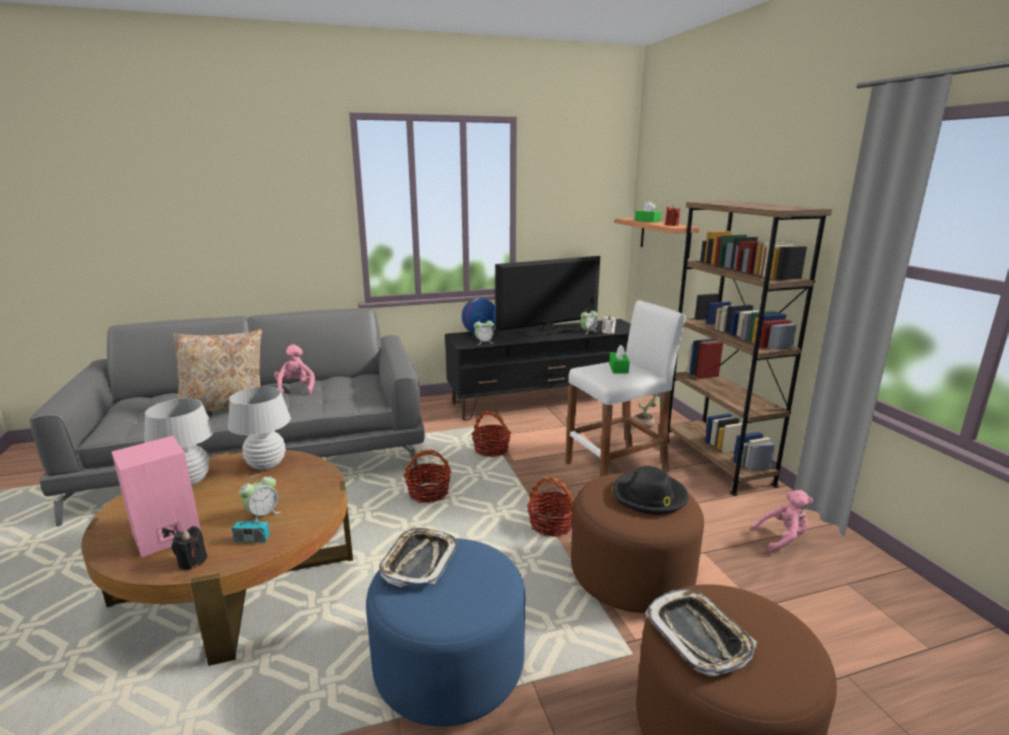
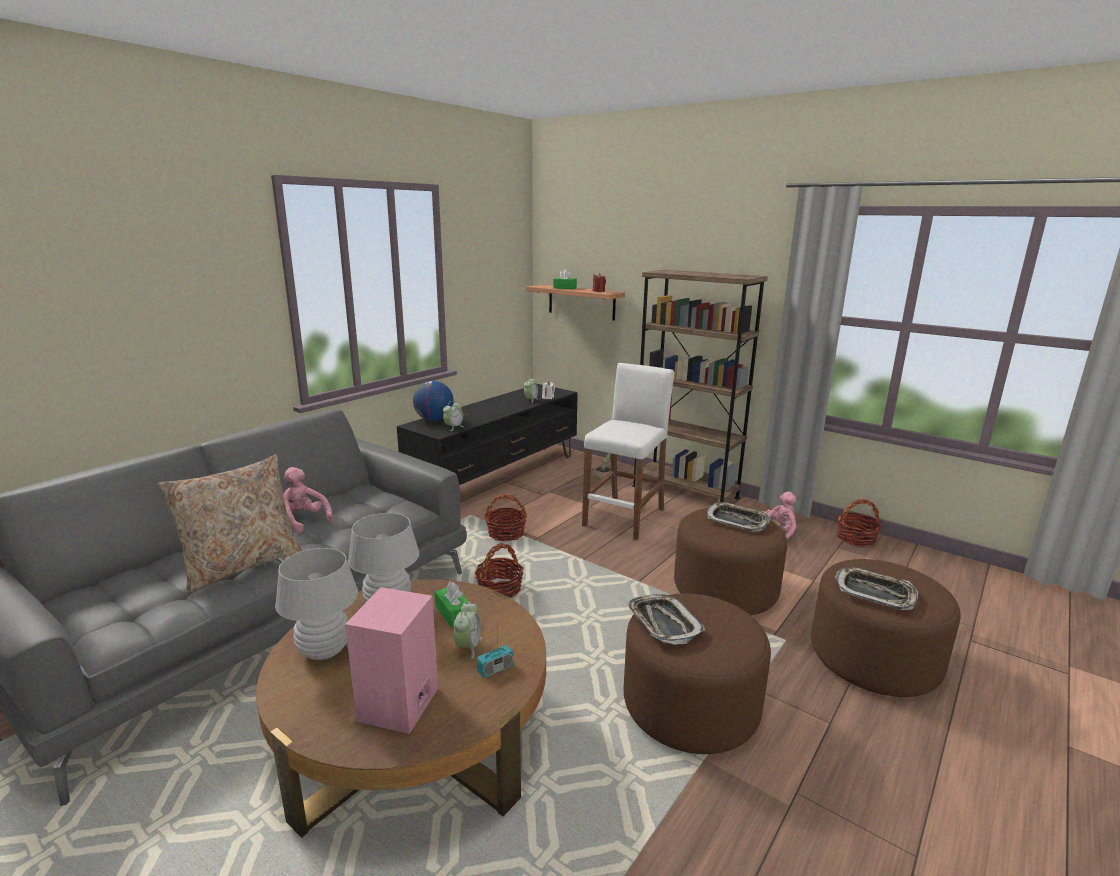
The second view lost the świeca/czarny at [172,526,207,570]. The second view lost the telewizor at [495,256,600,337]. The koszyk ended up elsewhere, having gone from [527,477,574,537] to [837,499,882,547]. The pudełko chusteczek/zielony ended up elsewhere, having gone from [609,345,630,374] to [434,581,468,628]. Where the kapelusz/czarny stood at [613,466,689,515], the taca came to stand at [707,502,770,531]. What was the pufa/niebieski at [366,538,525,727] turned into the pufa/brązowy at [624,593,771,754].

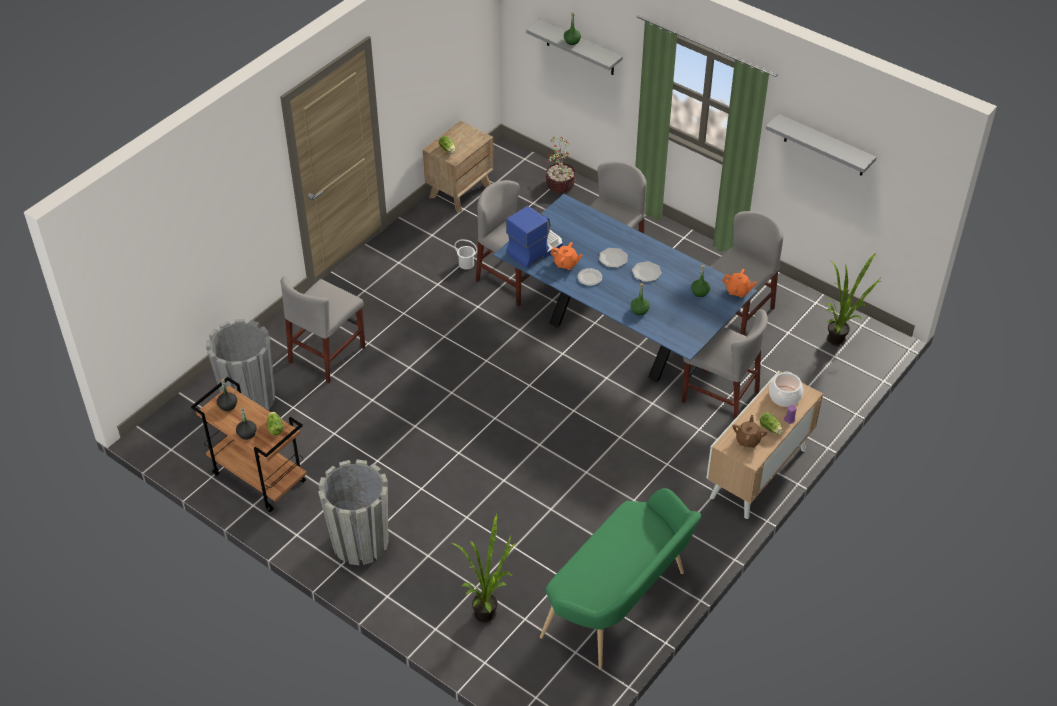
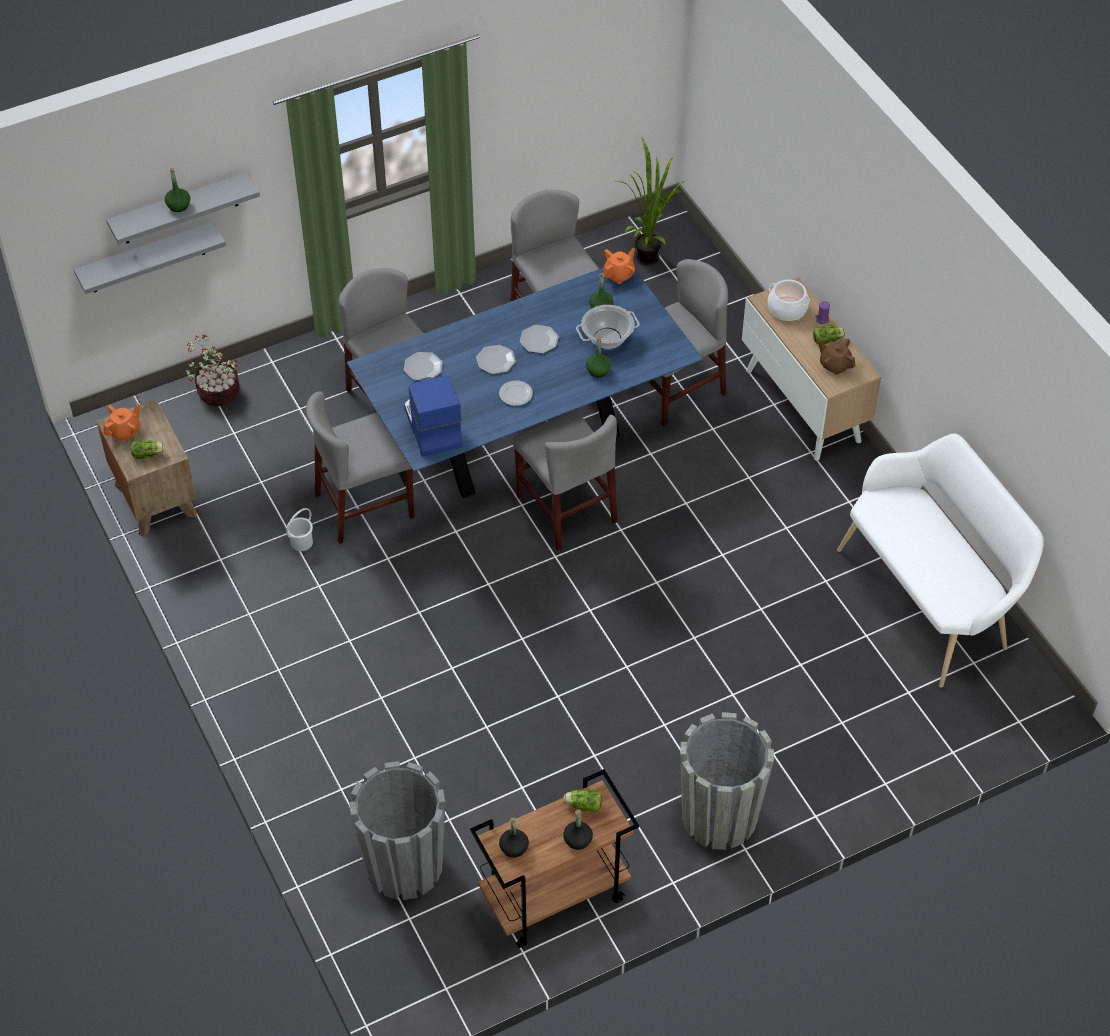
The second view lost the roślina doniczkowa at [450,514,517,623]. The second view gained the talerz at [404,352,443,380]. The second view gained the garnek at [576,305,640,349]. The krzesło/szary ended up elsewhere, having gone from [281,276,365,384] to [513,410,617,551]. The imbryk/pomarańczowy ended up elsewhere, having gone from [550,242,583,270] to [103,404,140,441]. The półka/szary ended up elsewhere, having gone from [765,114,877,176] to [74,222,226,294]. What was the ławka/zielony at [540,488,701,670] turned into the ławka/biały at [837,433,1044,688].

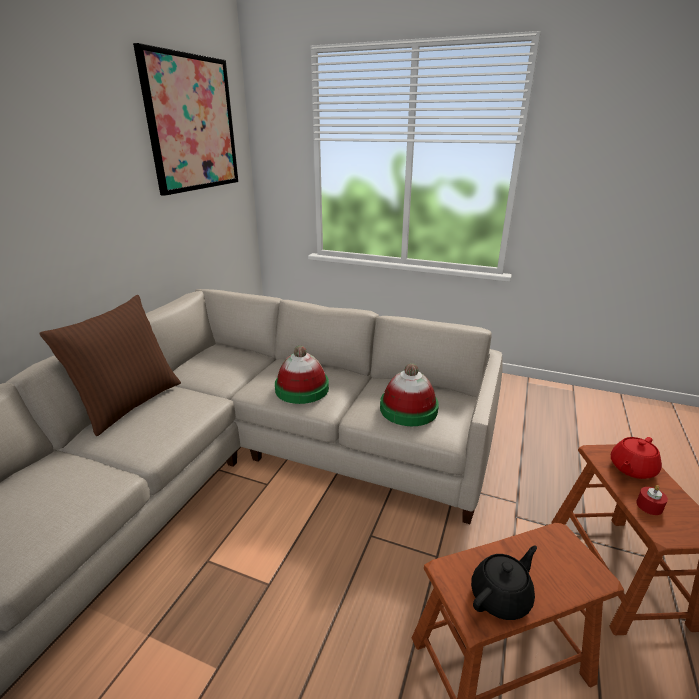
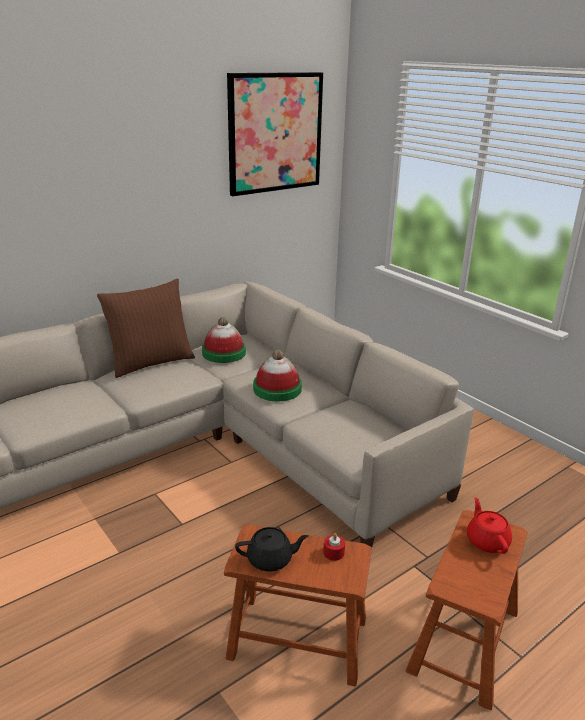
The kapelusz ended up elsewhere, having gone from [380,363,439,426] to [202,317,246,363]. The świeca/czerwony ended up elsewhere, having gone from [636,485,668,515] to [323,533,345,561]. The imbryk/czerwony at [611,437,662,479] ended up facing another way, 90 degrees clockwise from before.

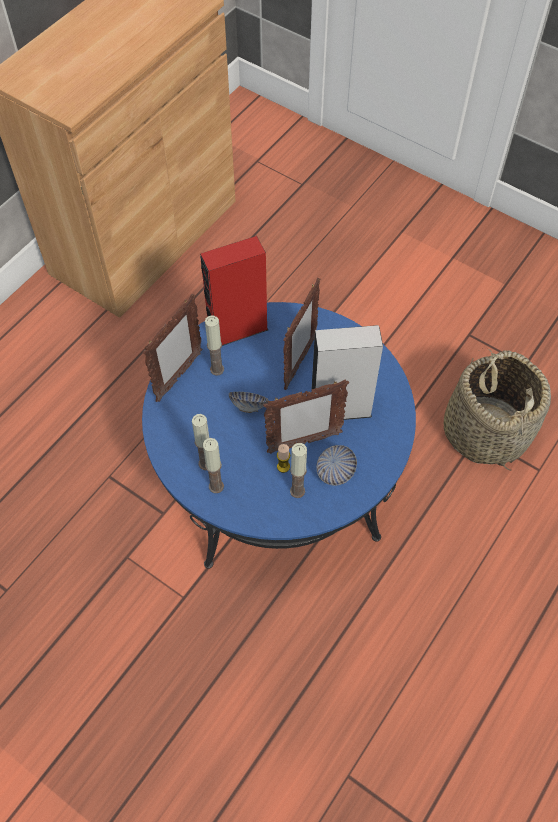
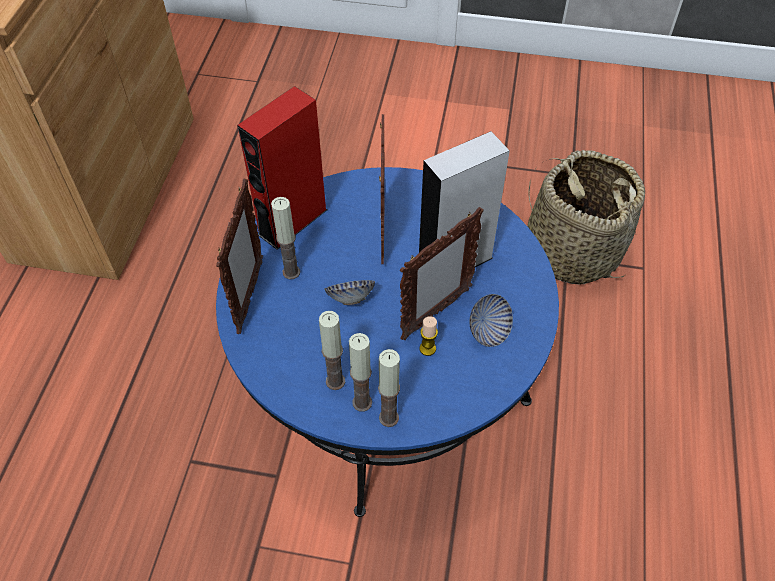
The świeca ended up elsewhere, having gone from [290,443,307,498] to [378,349,400,427].

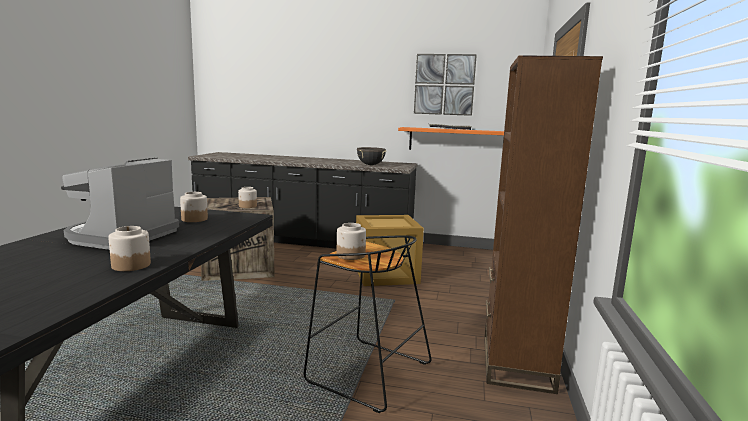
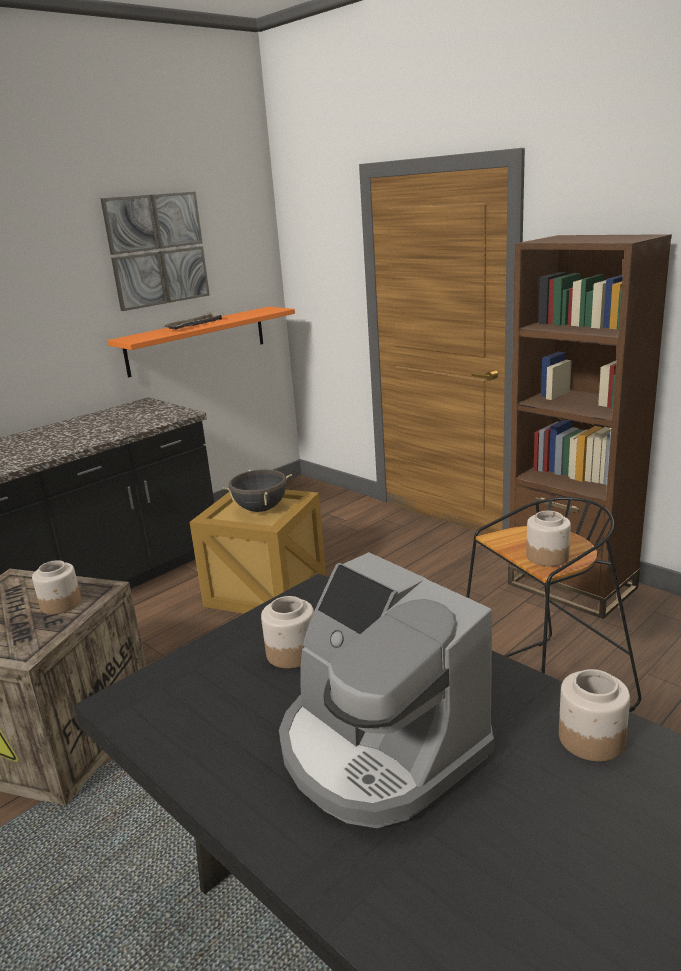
The garnek/czarny ended up elsewhere, having gone from [357,147,386,165] to [222,469,292,512].

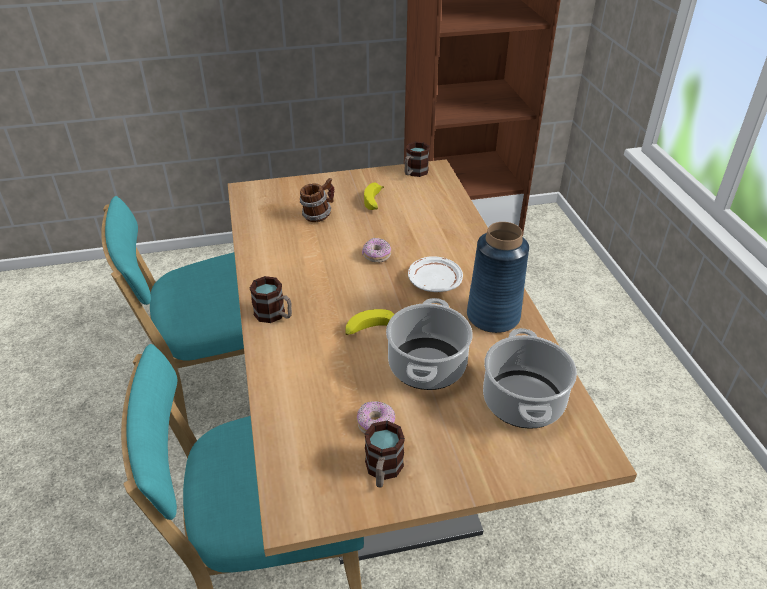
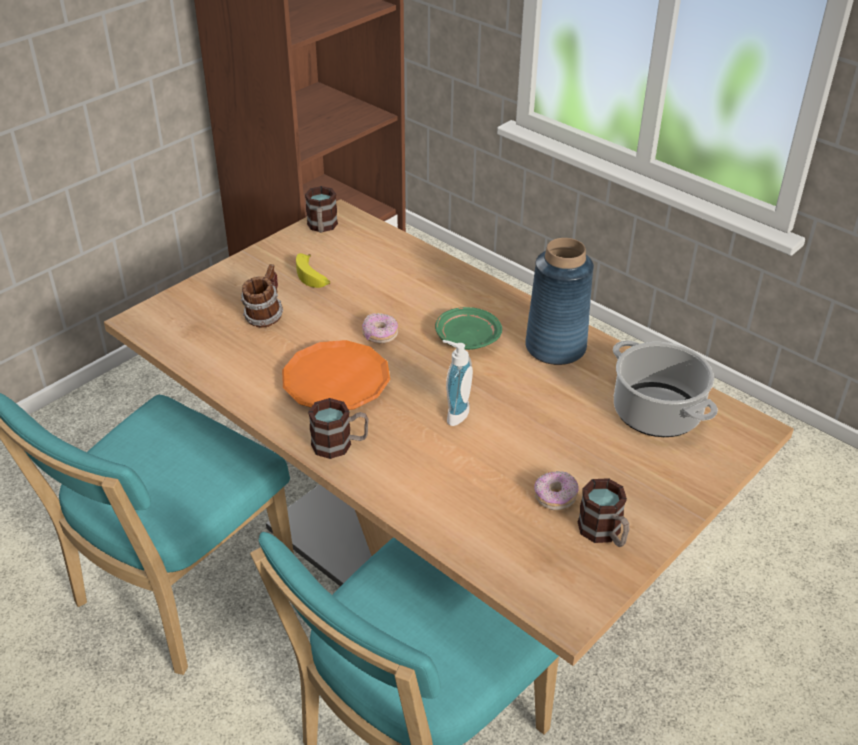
The second view lost the garnek at [386,298,473,390]. The second view gained the talerz/pomarańczowy at [282,340,390,410]. Where the banan stood at [345,309,394,335], the dozownik mydła came to stand at [443,340,473,426]. What was the talerz/biały at [408,256,463,292] turned into the talerz/zielony at [435,307,502,350].

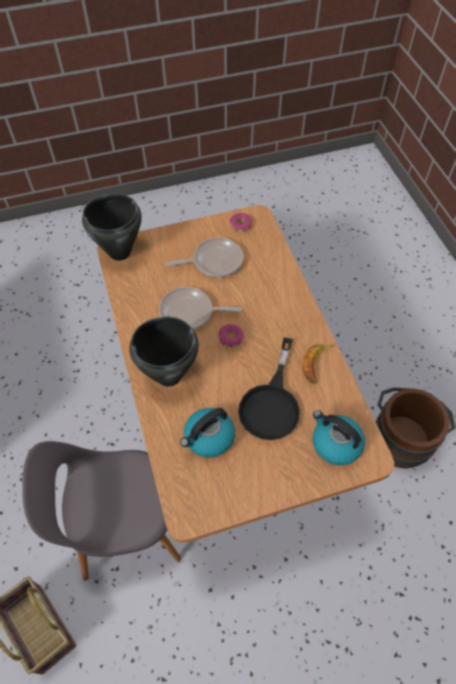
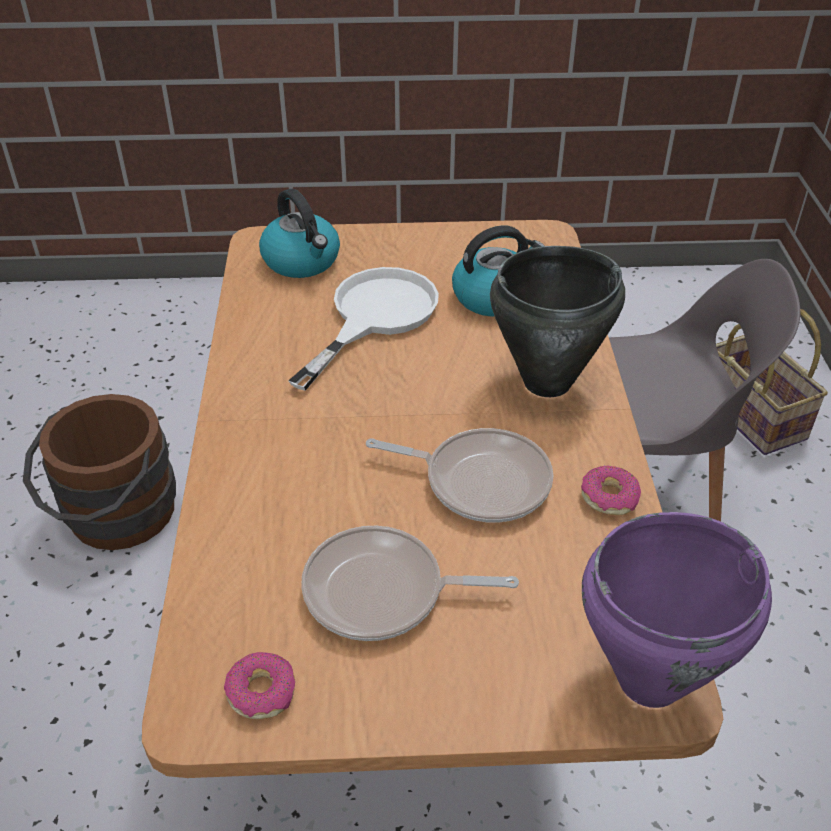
The second view lost the banan at [303,344,333,384]. The donut ended up elsewhere, having gone from [218,324,244,347] to [581,466,641,515]. What was the garnek/czarny at [82,194,142,261] turned into the garnek/fioletowy at [582,512,772,708]. What was the patelnia/czarny at [238,338,300,440] turned into the patelnia/biały at [288,267,439,391].

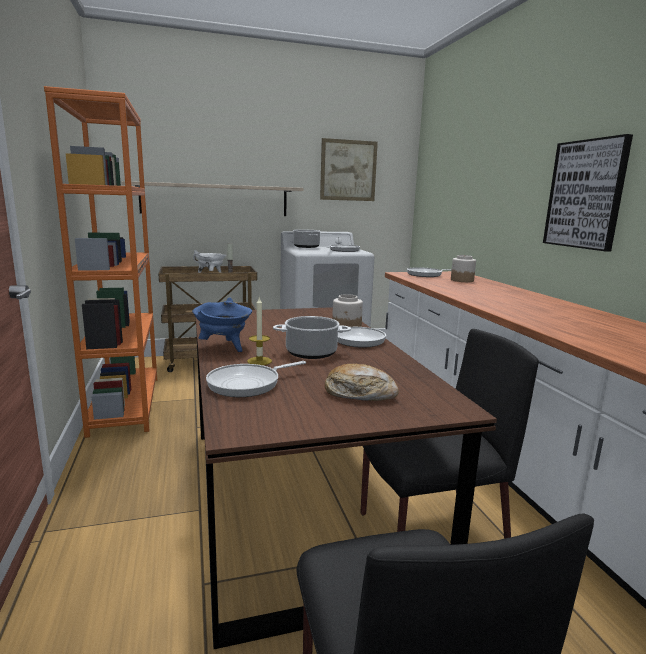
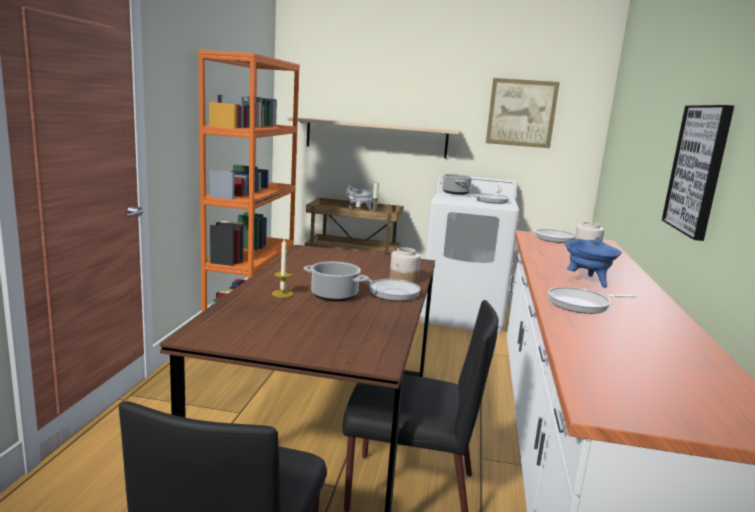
The second view lost the chleb at [325,364,399,401]. The garnek/niebieski ended up elsewhere, having gone from [192,297,252,352] to [565,237,622,288]. The patelnia ended up elsewhere, having gone from [206,361,306,397] to [548,287,637,314].

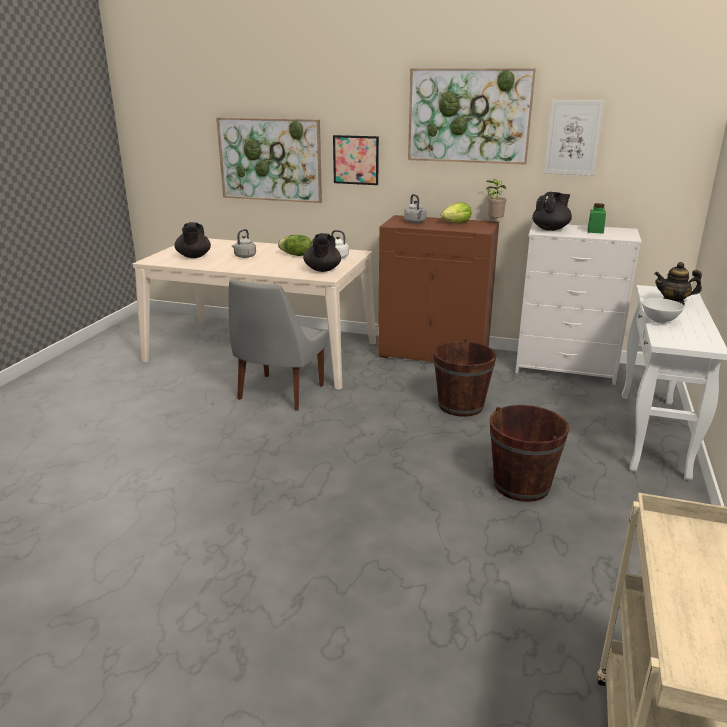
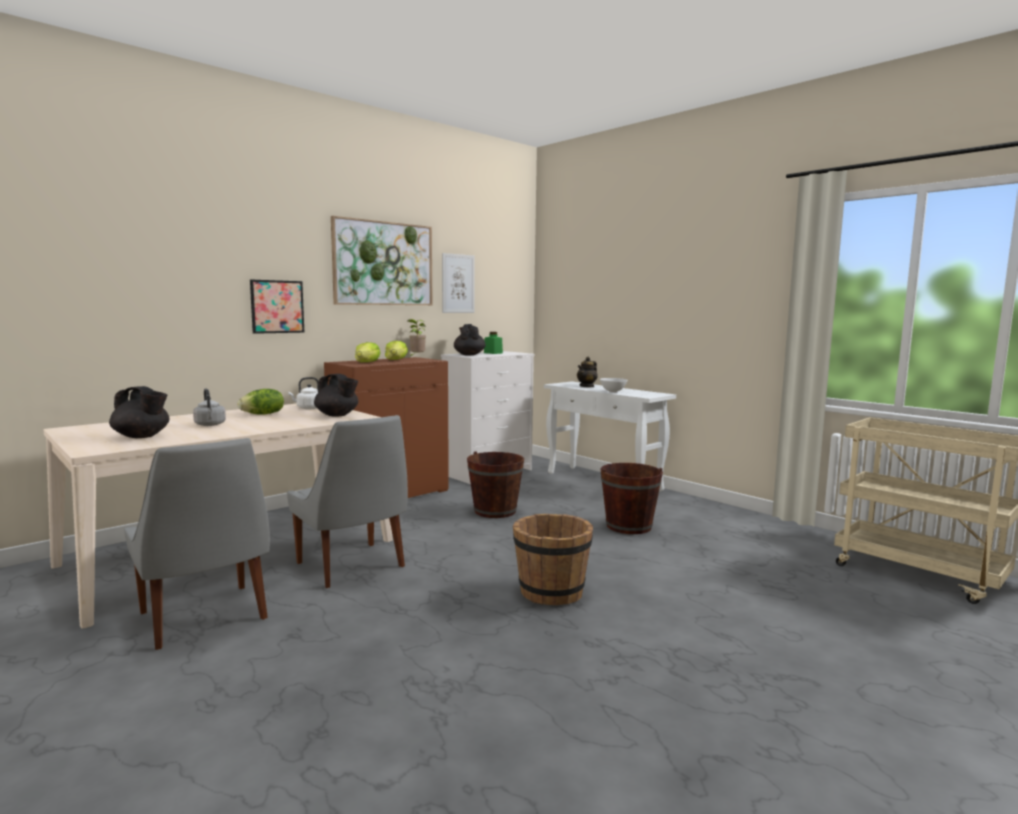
The second view lost the obraz at [216,117,322,203]. The second view gained the krzesło/szary at [124,438,270,650]. The second view gained the wiadro/brązowy at [513,514,593,605]. Where the czajnik/szary stood at [404,194,427,223], the sałata came to stand at [355,342,381,362].

